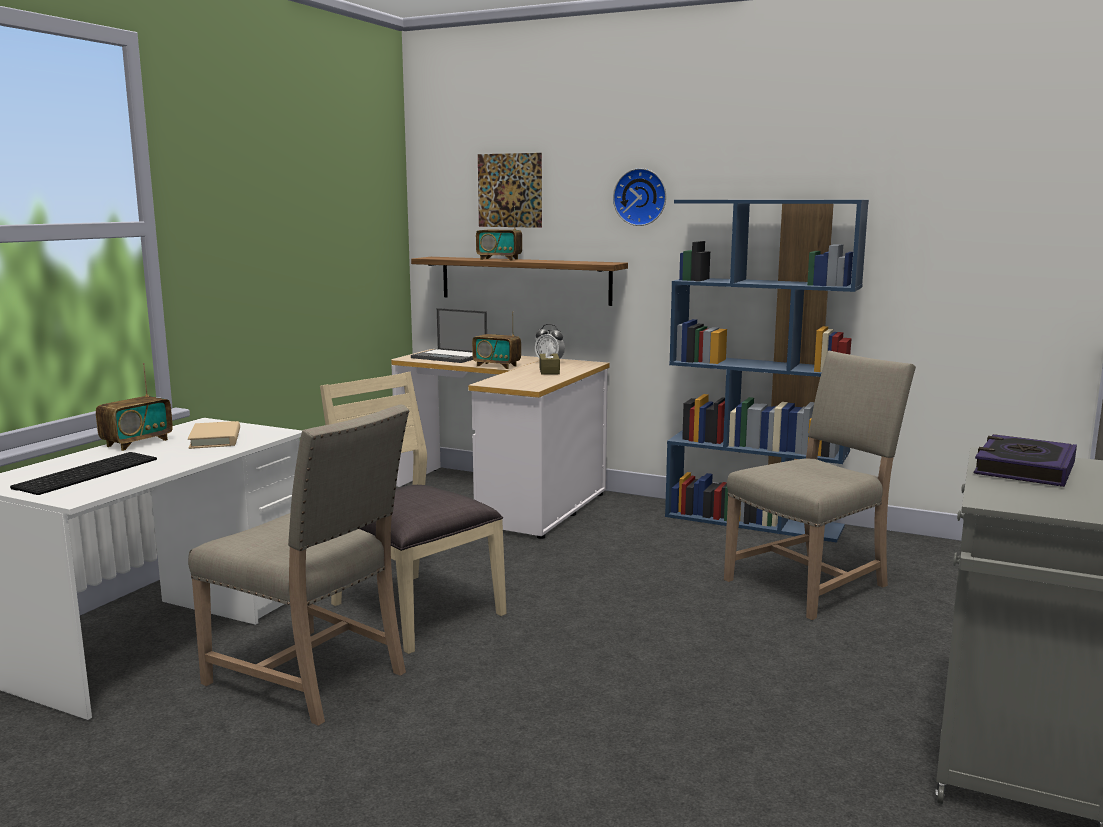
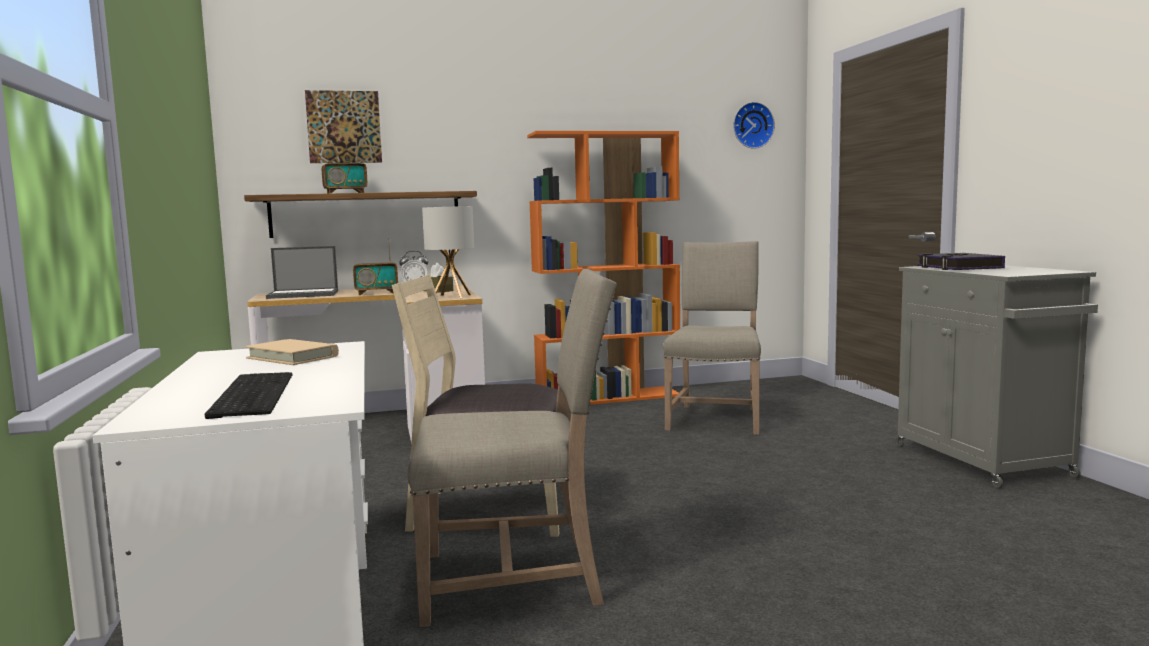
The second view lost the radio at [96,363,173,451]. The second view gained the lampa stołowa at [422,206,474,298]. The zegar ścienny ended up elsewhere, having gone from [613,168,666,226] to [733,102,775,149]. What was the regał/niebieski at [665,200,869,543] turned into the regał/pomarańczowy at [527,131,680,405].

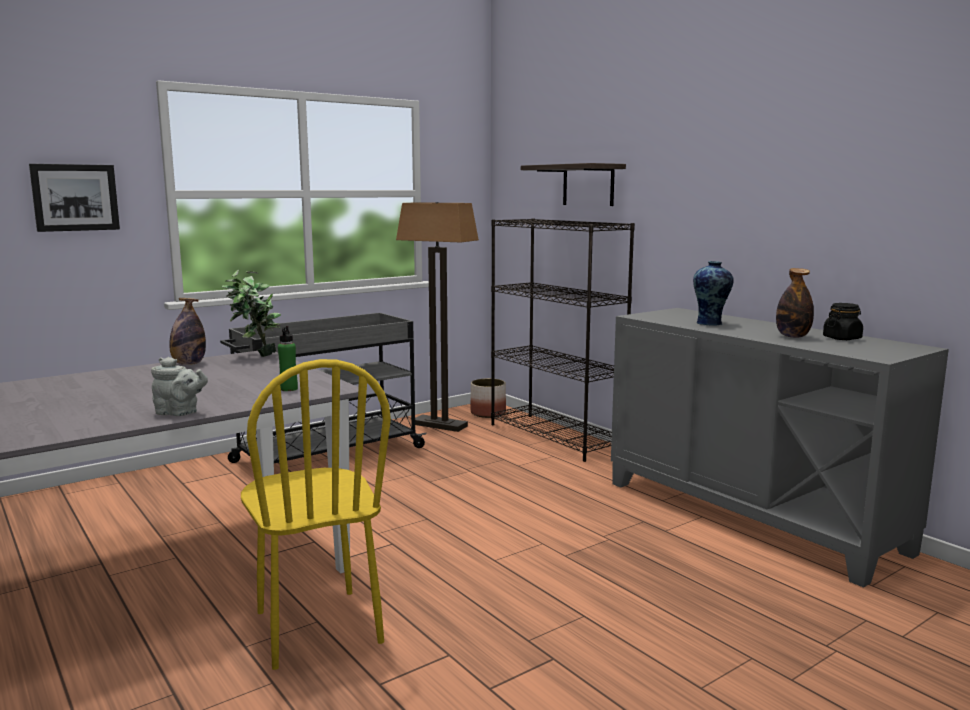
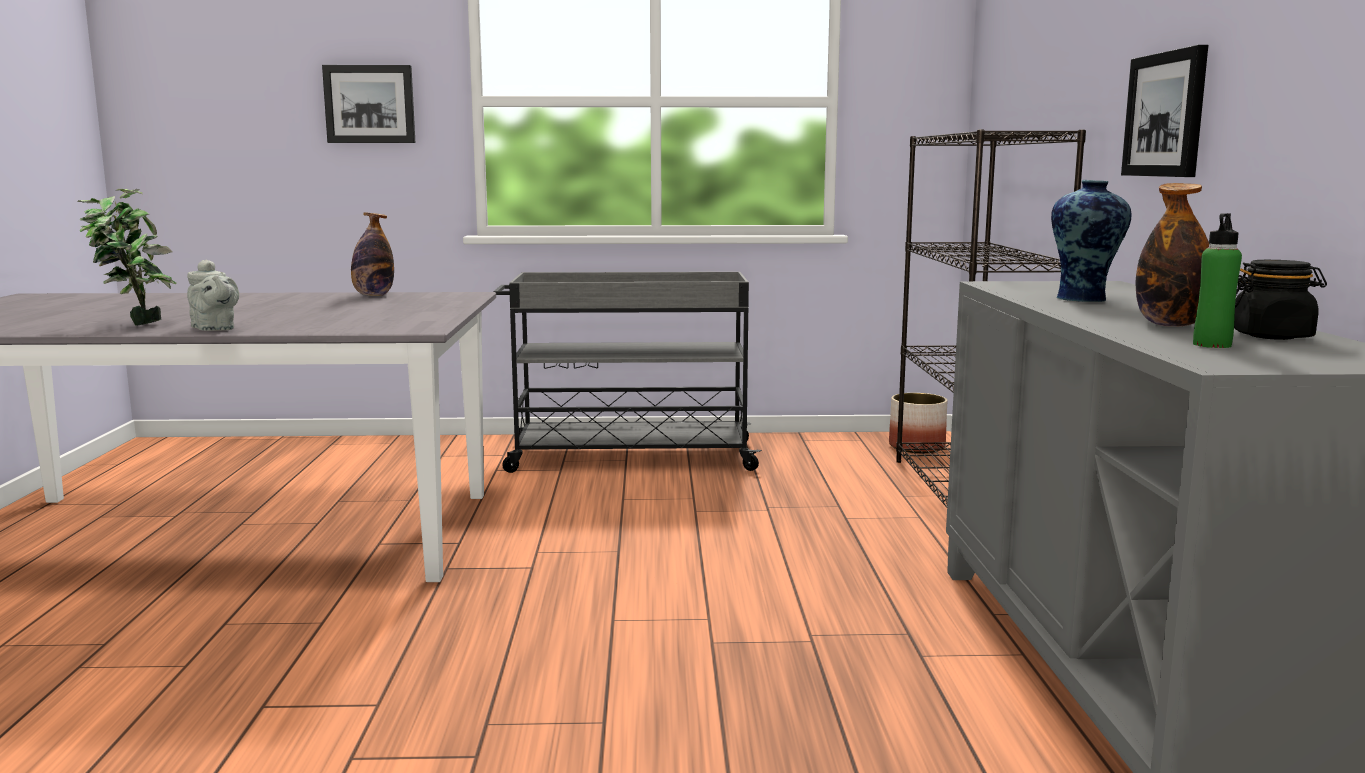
The second view lost the krzesło/żółty at [241,359,391,670]. The second view lost the lampa stojąca at [396,202,479,432]. The second view lost the półka at [521,163,626,206]. The second view gained the obraz at [1121,45,1208,177]. The roślina doniczkowa ended up elsewhere, having gone from [222,270,281,357] to [77,189,176,326]. The butelka/zielony ended up elsewhere, having gone from [278,326,298,391] to [1193,213,1242,348].

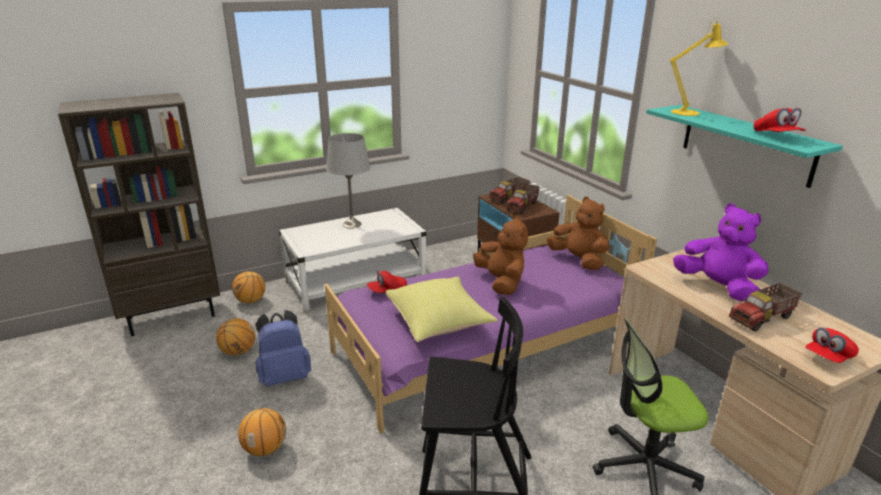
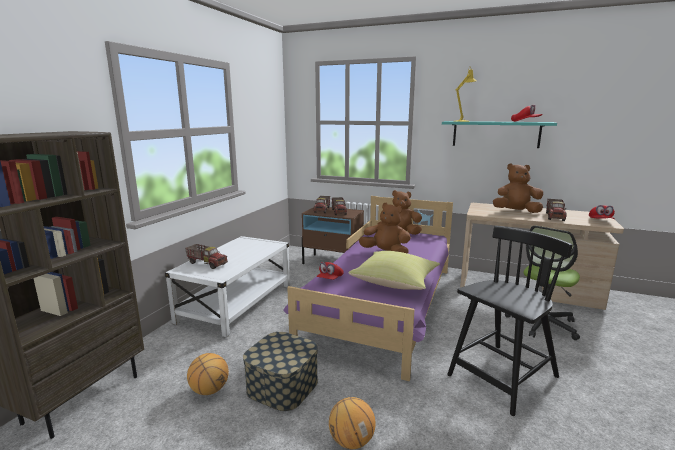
The second view lost the piłka do koszykówki at [232,271,266,303]. The second view lost the lampa stołowa/szary at [326,133,370,228]. The second view gained the ciężarówka zabawkowa at [185,244,228,269]. Where the plecak/niebieski stood at [255,310,311,386], the pojemnik do przechowywania came to stand at [243,332,318,411]. What was the pluszak/fioletowy at [673,203,769,301] turned into the pluszak/brązowy at [493,163,543,213].

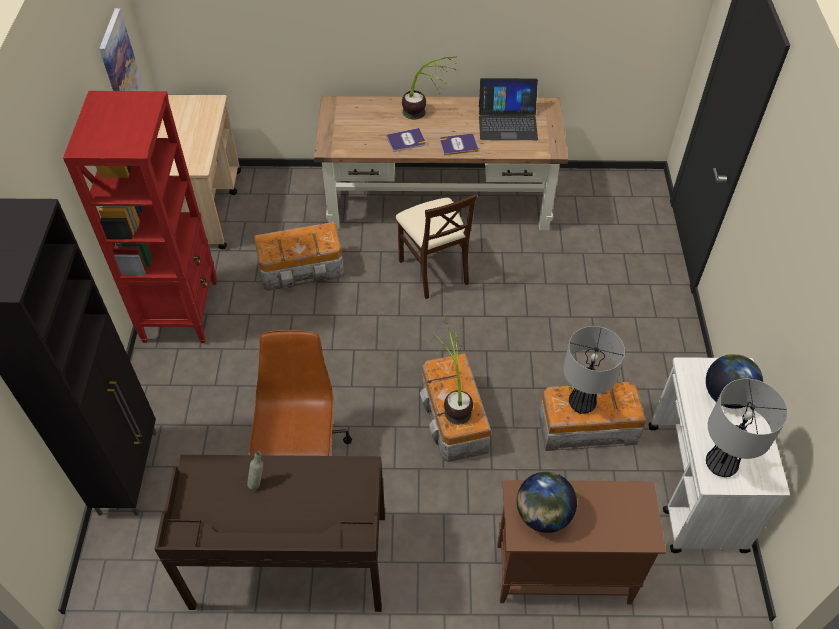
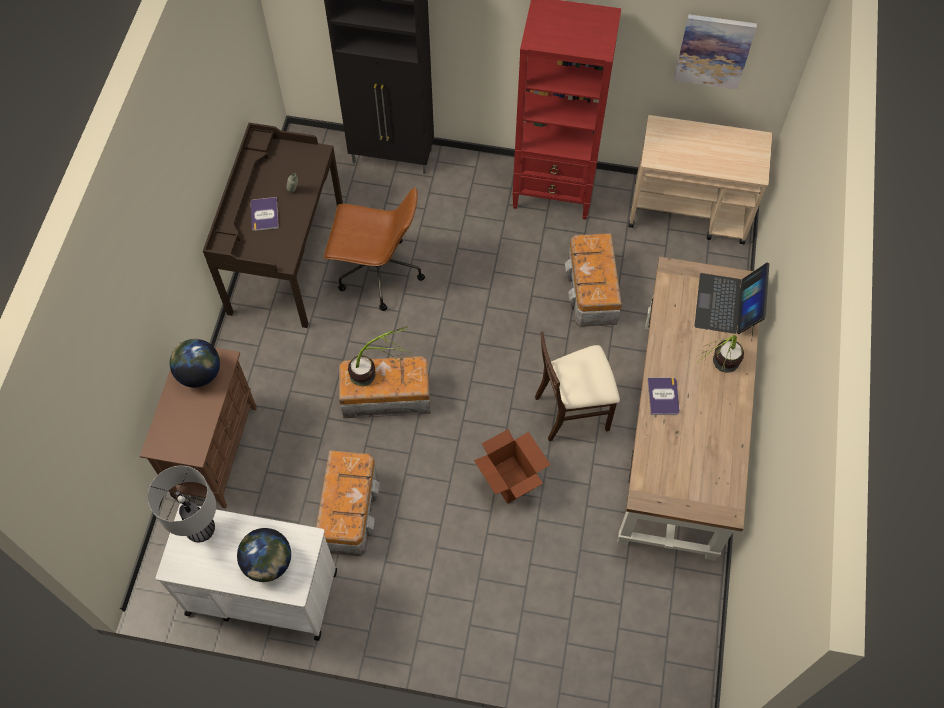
The second view lost the lampa stołowa at [564,326,625,414]. The second view gained the karton at [474,429,550,504]. The książka ended up elsewhere, having gone from [386,128,426,152] to [251,197,279,231]. The laptop ended up elsewhere, having gone from [479,78,538,140] to [695,263,769,336].

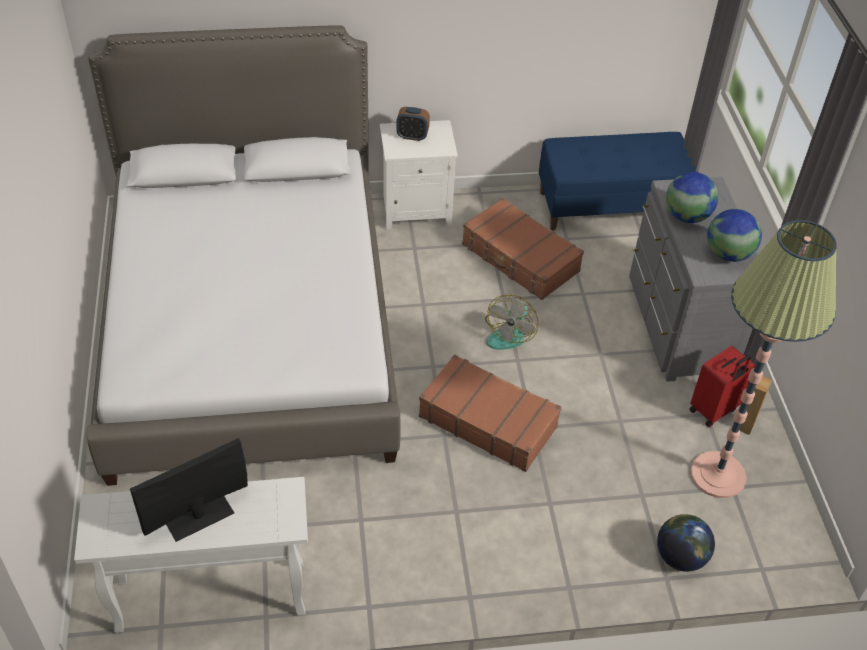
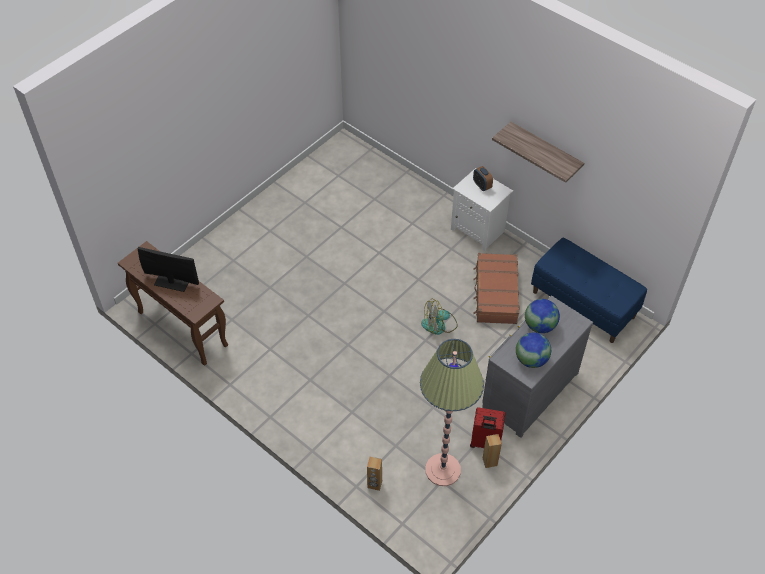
The second view lost the łóżko at [86,25,401,486]. The second view lost the walizka/brązowy at [419,354,561,472]. The second view gained the półka at [492,122,584,183]. Where the globus stood at [657,514,715,572], the głośnik/brązowy came to stand at [367,457,382,491]. What was the stolik konsolowy/biały at [74,477,308,633] turned into the stolik konsolowy/brązowy at [118,241,228,366].

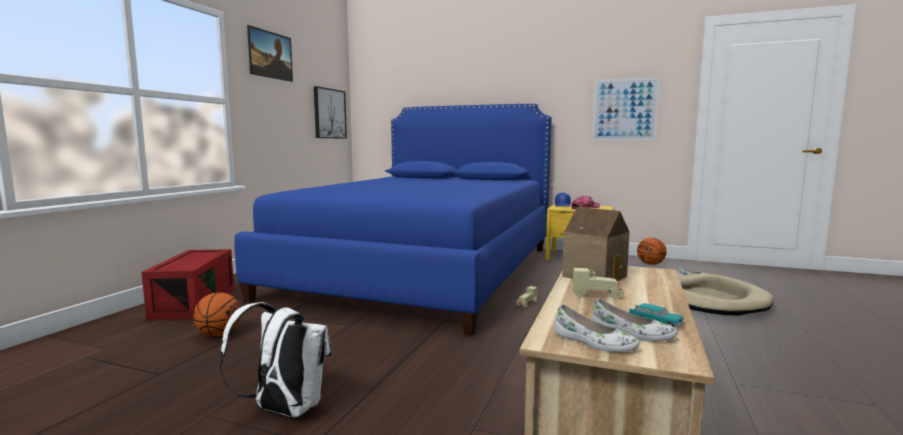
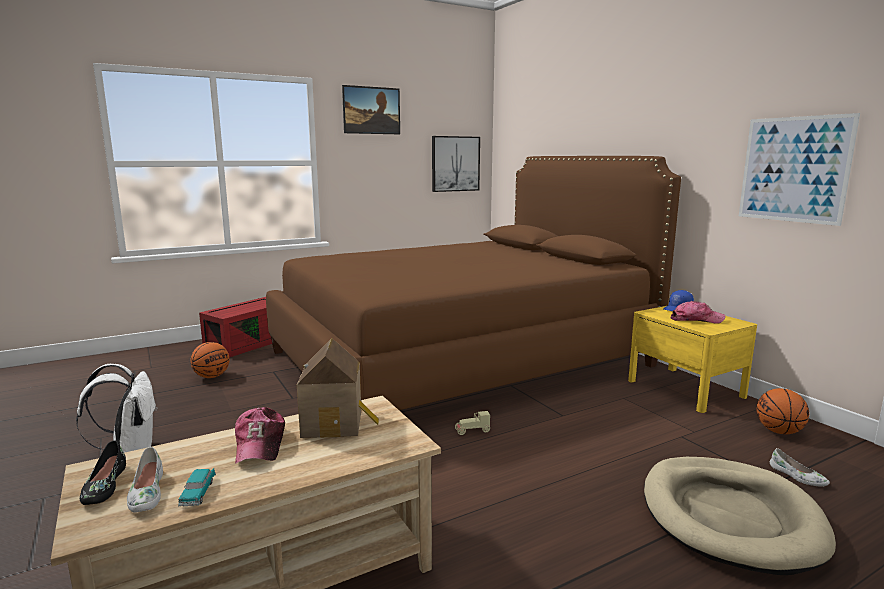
Where the samochodzik/beżowy stood at [572,268,624,299], the czapka z daszkiem came to stand at [235,407,285,464]. What was the łóżko/niebieski at [234,104,552,336] turned into the łóżko/brązowy at [266,156,681,410]. What was the but/biały at [554,304,640,352] turned into the but/czarny at [80,440,126,505].

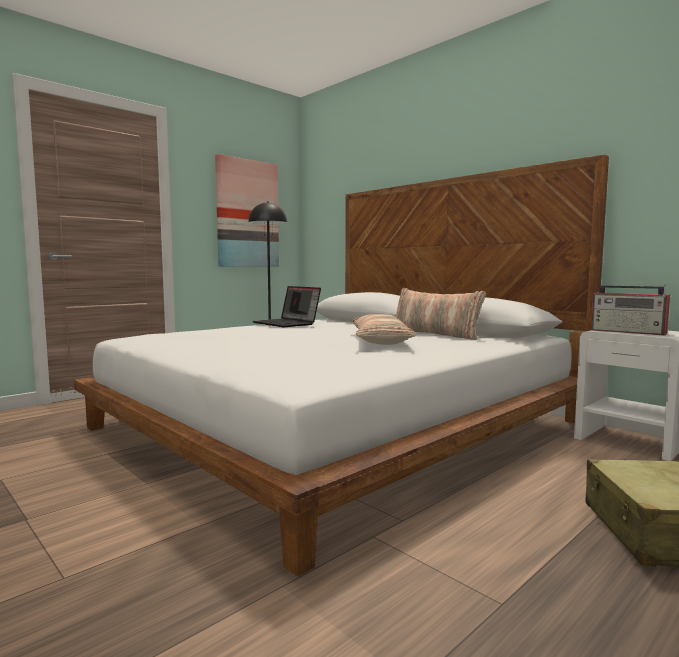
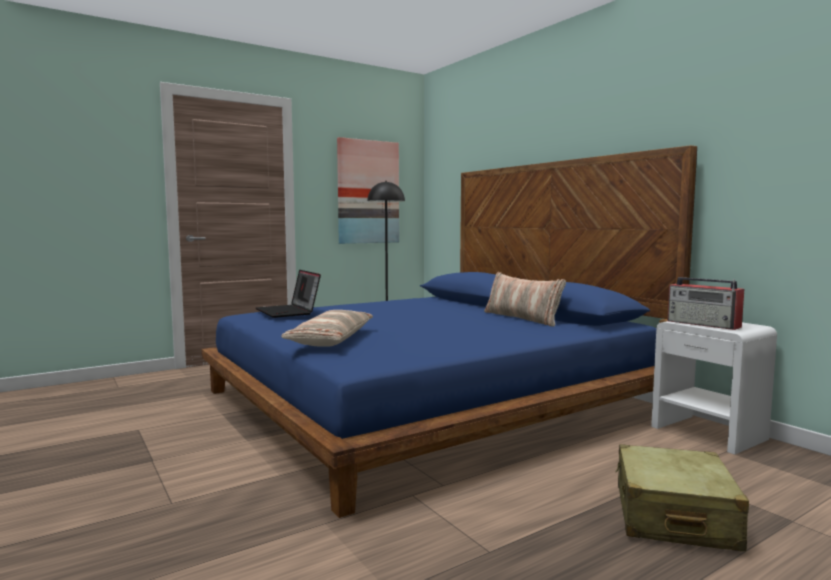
The laptop ended up elsewhere, having gone from [253,286,321,327] to [256,270,321,318]. The poduszka ended up elsewhere, having gone from [352,314,416,345] to [281,310,373,347]. What was the łóżko/biały at [74,154,609,577] turned into the łóżko/niebieski at [201,145,697,518].

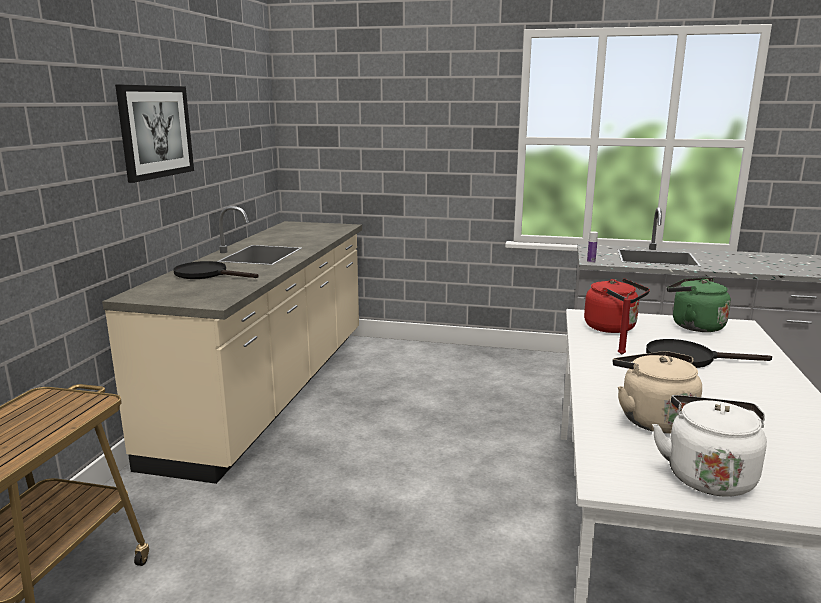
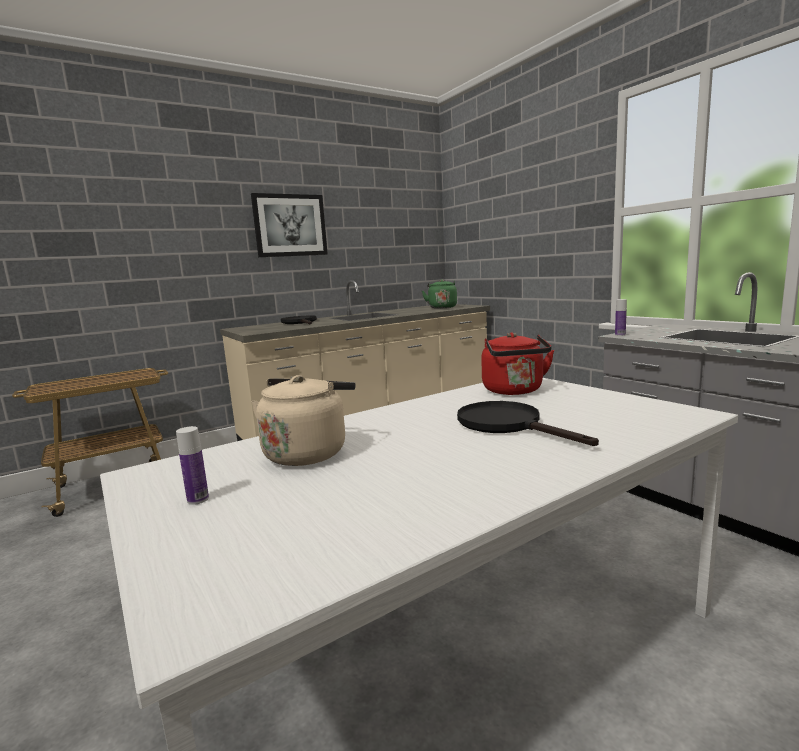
The second view lost the świeca/czerwony at [618,292,632,355]. The czajnik/zielony ended up elsewhere, having gone from [667,277,731,332] to [422,279,457,309]. Where the czajnik/biały stood at [652,395,767,497], the butelka came to stand at [176,426,209,505].

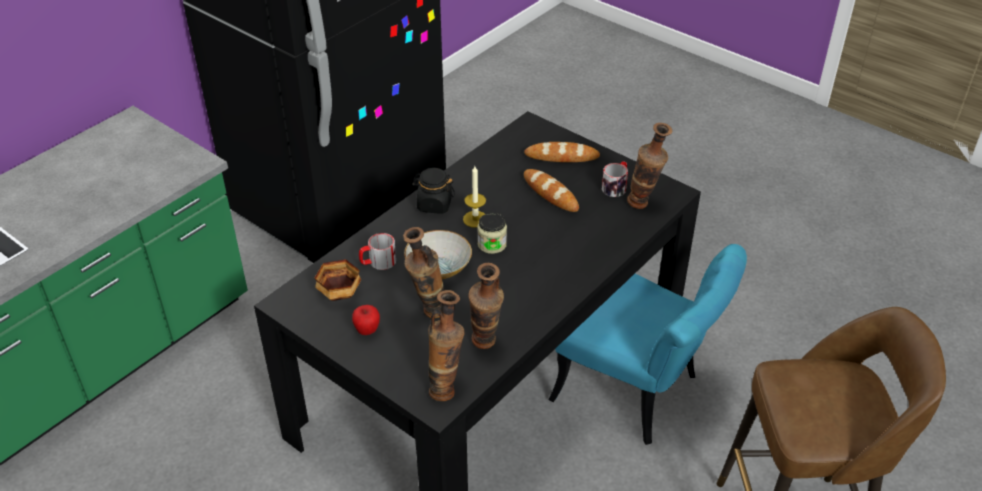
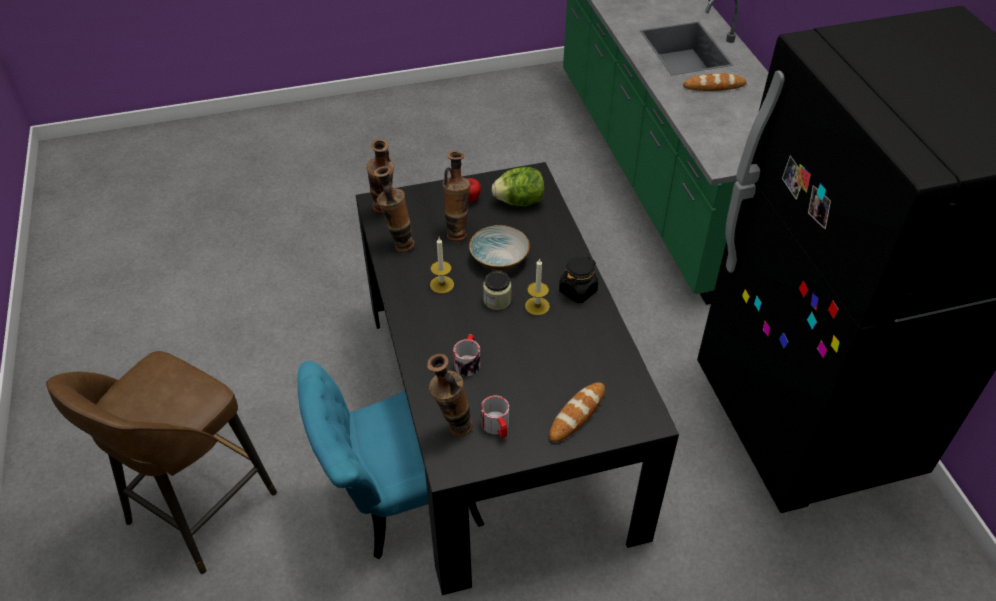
The second view gained the świeca at [430,238,454,294]. The kubek ended up elsewhere, having gone from [359,233,396,270] to [454,335,481,376]. The chleb ended up elsewhere, having gone from [524,169,579,212] to [683,73,747,91]. Where the miska stood at [315,259,361,301], the sałata came to stand at [492,167,545,206].

